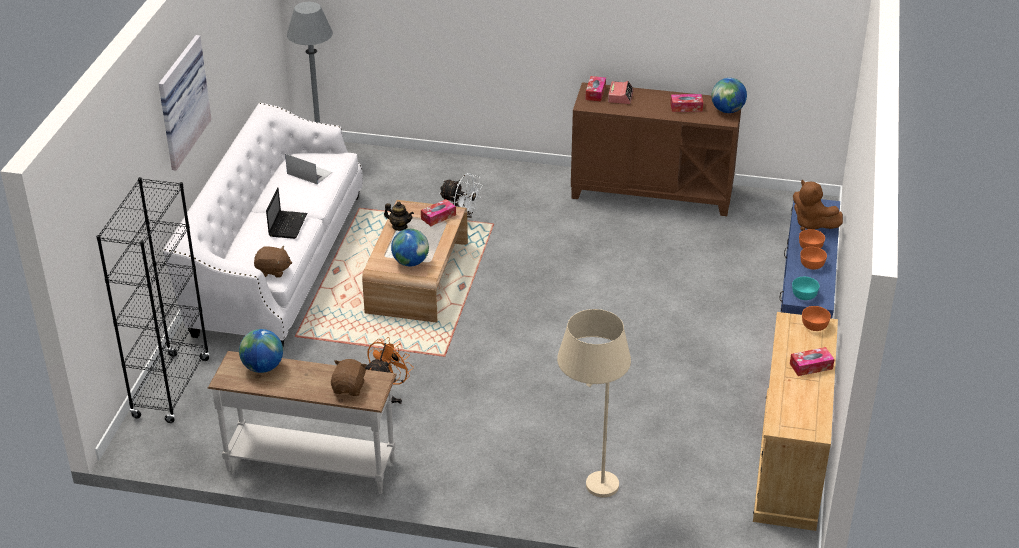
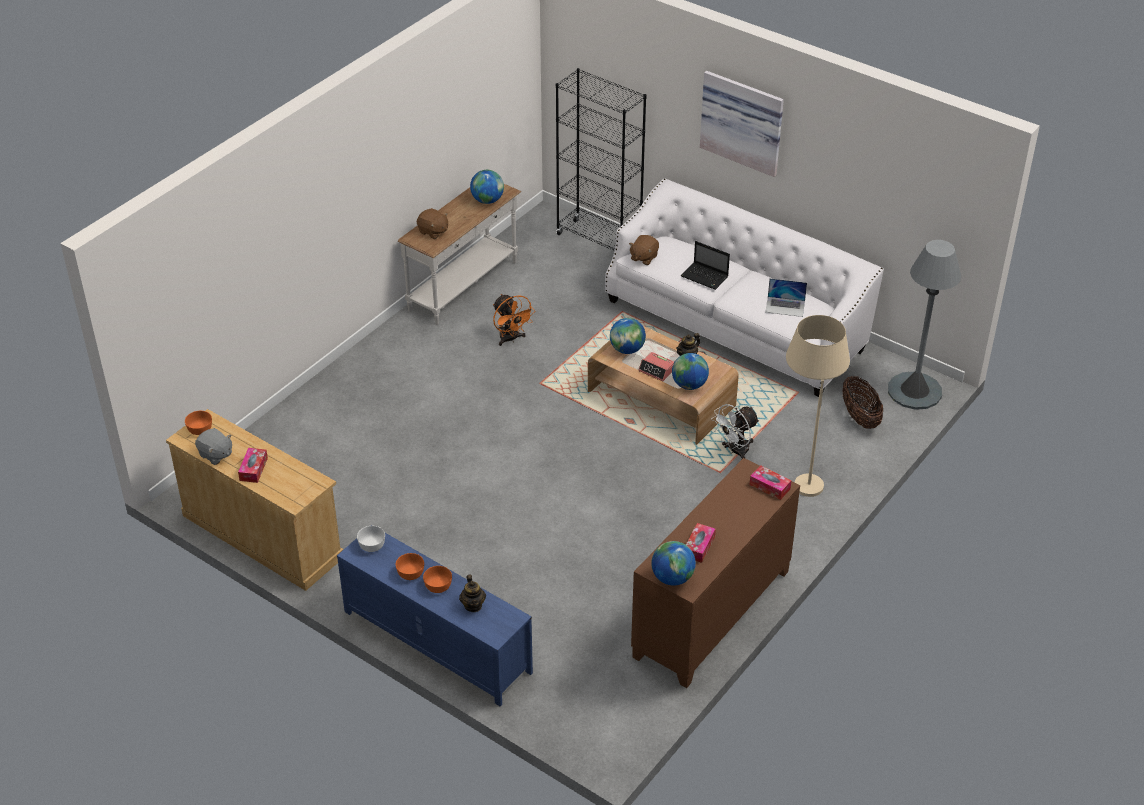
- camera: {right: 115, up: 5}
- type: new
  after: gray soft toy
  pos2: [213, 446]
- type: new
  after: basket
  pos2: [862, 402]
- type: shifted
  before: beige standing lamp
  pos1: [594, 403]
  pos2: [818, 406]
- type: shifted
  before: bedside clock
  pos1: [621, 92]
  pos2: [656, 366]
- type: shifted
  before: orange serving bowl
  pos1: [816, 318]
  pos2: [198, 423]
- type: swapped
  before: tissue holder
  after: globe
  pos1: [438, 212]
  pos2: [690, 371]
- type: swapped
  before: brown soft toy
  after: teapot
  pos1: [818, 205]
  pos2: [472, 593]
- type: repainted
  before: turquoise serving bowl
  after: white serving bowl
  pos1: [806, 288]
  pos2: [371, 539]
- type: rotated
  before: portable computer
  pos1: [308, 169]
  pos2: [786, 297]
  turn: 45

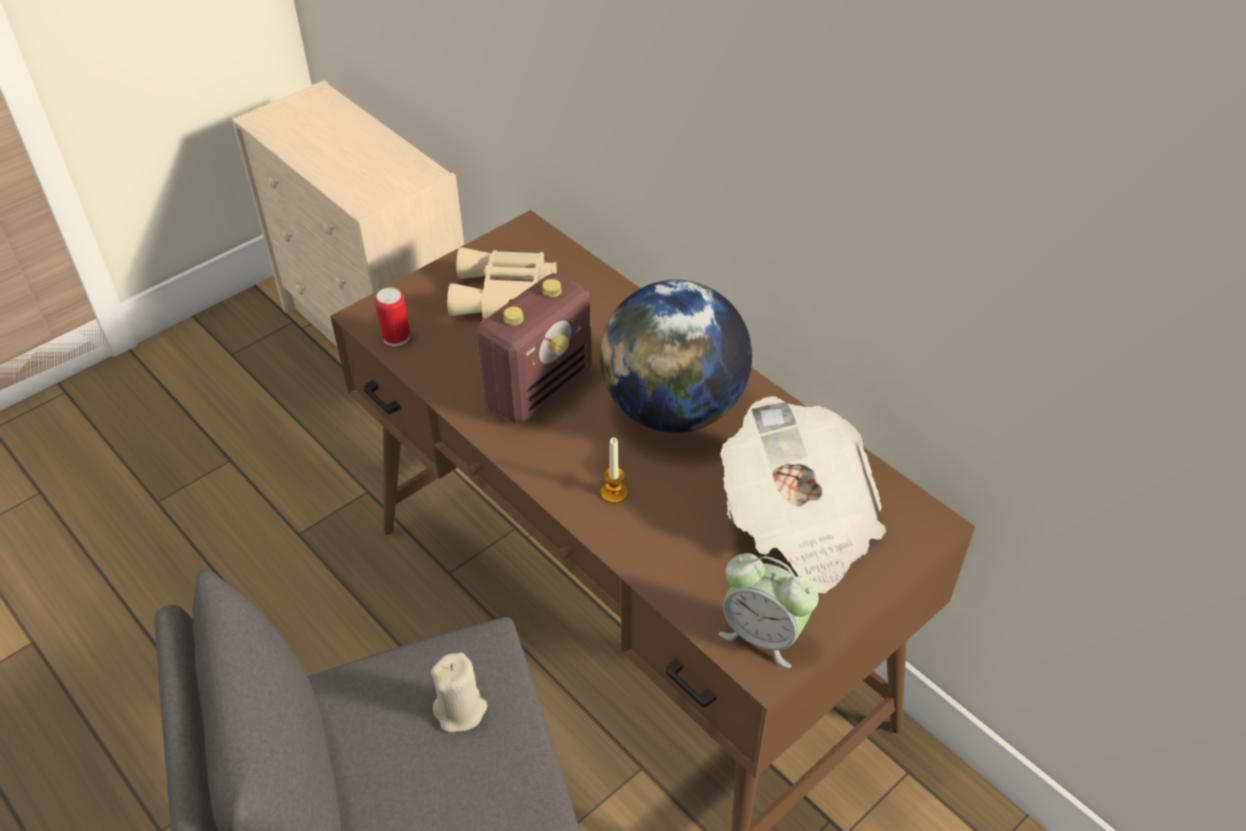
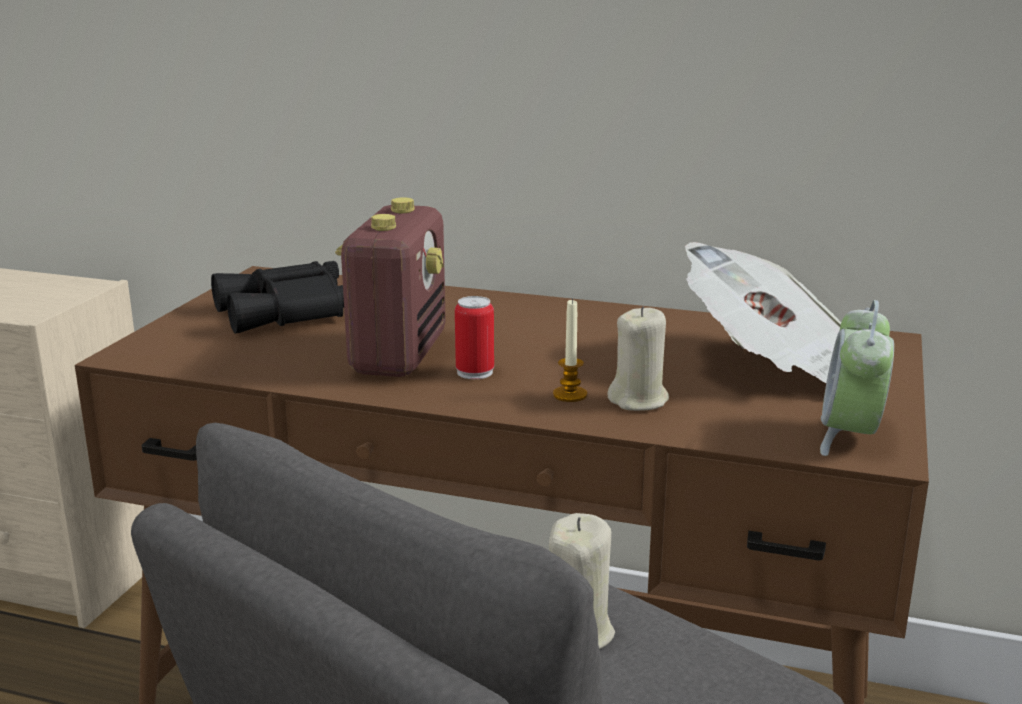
- camera: {right: -30, up: -25}
- type: gone
  before: globe
  pos1: [676, 356]
- type: new
  after: beige candle
  pos2: [638, 358]
- type: shifted
  before: can
  pos1: [392, 316]
  pos2: [474, 337]
- type: repainted
  before: beige pair of binoculars
  after: blackish pair of binoculars
  pos1: [502, 283]
  pos2: [277, 297]
- type: rotated
  before: bedside clock
  pos1: [769, 610]
  pos2: [857, 378]
  turn: 105

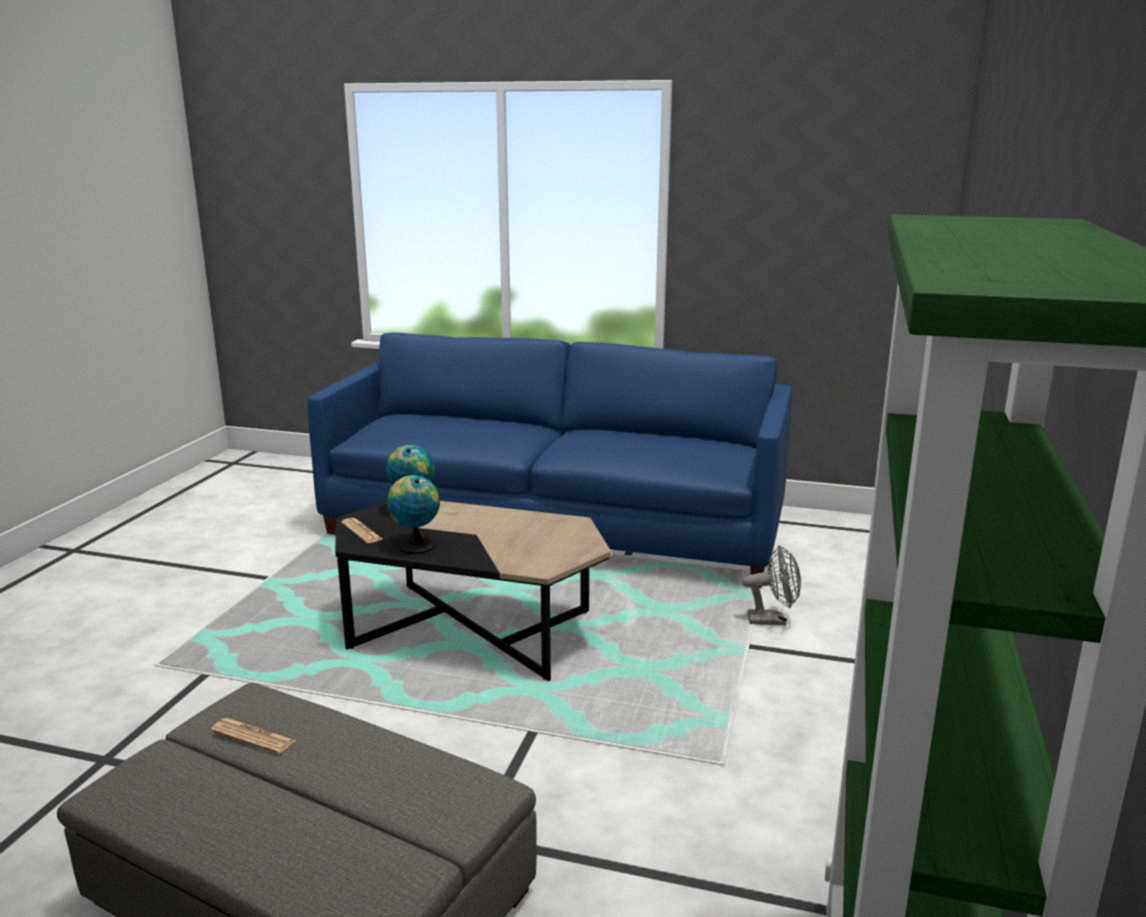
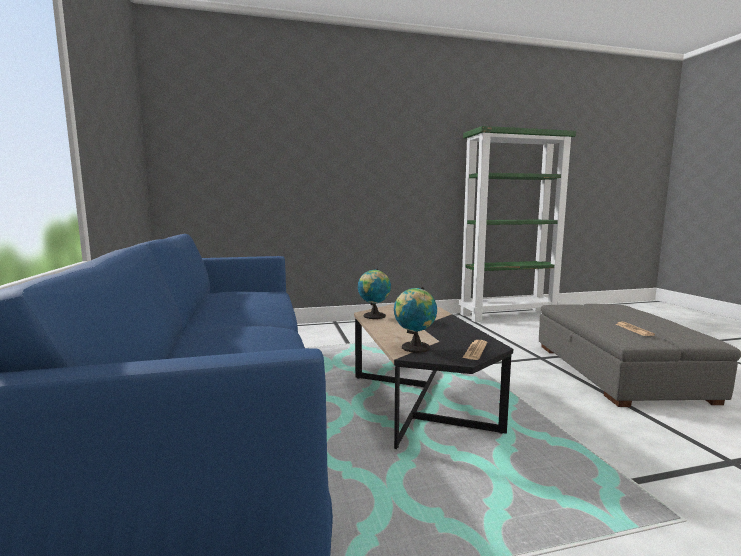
- camera: {right: -120, up: -10}
- type: gone
  before: gray cooling fan
  pos1: [771, 585]
- type: shifted
  before: globe
  pos1: [413, 514]
  pos2: [374, 294]

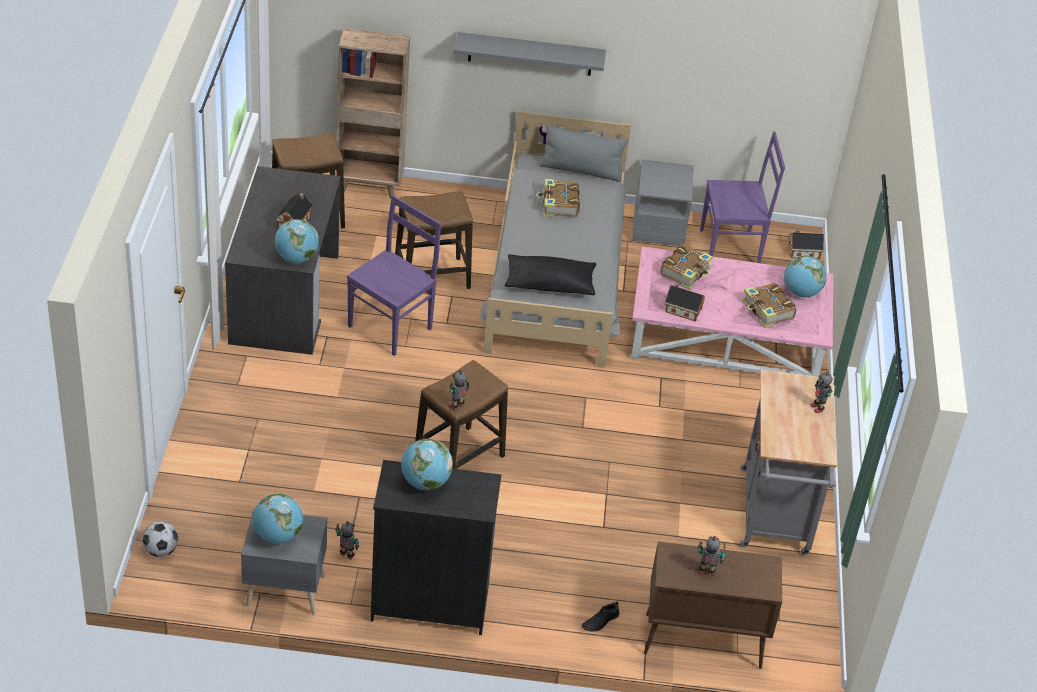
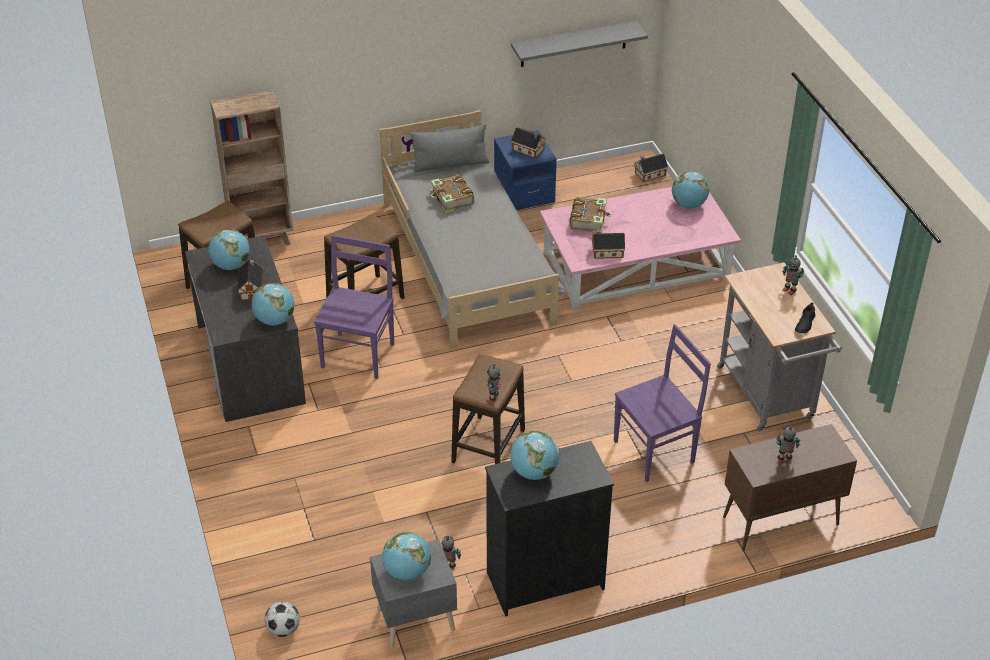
- camera: {right: -20, up: 0}
- type: gone
  before: blackish pillow
  pos1: [550, 274]
- type: gone
  before: volume
  pos1: [769, 305]
- type: new
  after: globe
  pos2: [229, 249]
- type: new
  after: model house
  pos2: [528, 142]
- type: shifted
  before: gray bracket shelf
  pos1: [530, 54]
  pos2: [579, 44]
- type: shifted
  before: blackish low shoe
  pos1: [601, 616]
  pos2: [805, 317]
- type: shifted
  before: purple plain chair
  pos1: [742, 197]
  pos2: [662, 403]
- type: repainted
  before: gray nightstand
  after: bluish nightstand
  pos1: [663, 202]
  pos2: [525, 170]

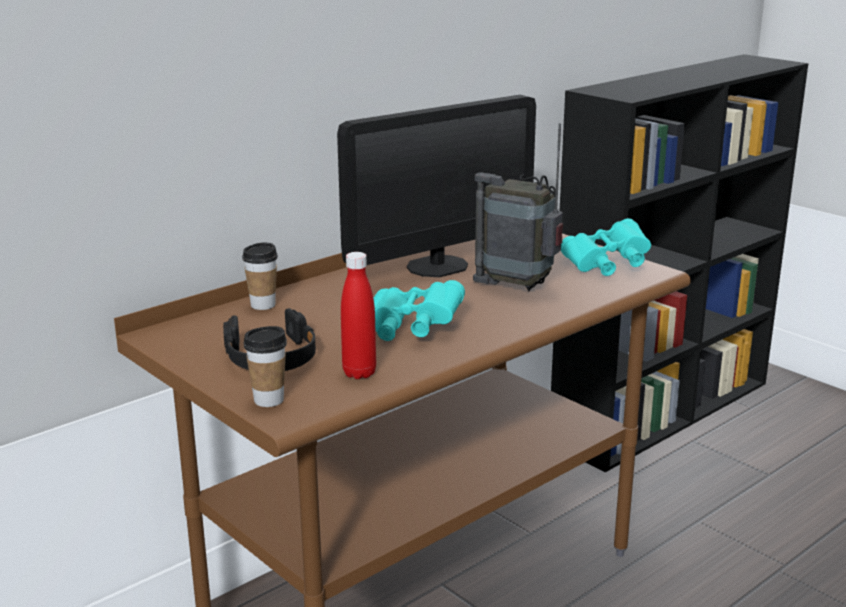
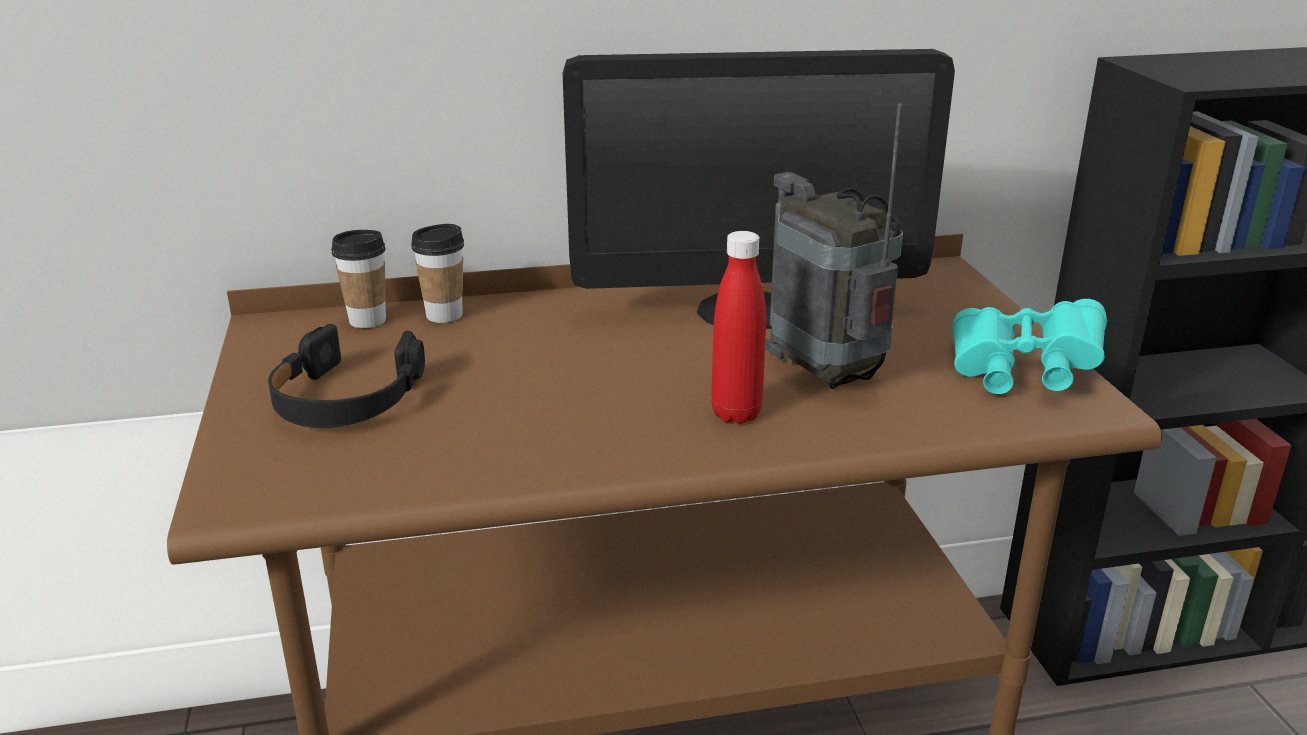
- camera: {right: 30, up: 5}
- type: gone
  before: turquoise pair of binoculars
  pos1: [419, 310]
- type: shifted
  before: small cup
  pos1: [265, 366]
  pos2: [358, 279]
- type: shifted
  before: reddish bottle
  pos1: [358, 315]
  pos2: [738, 327]

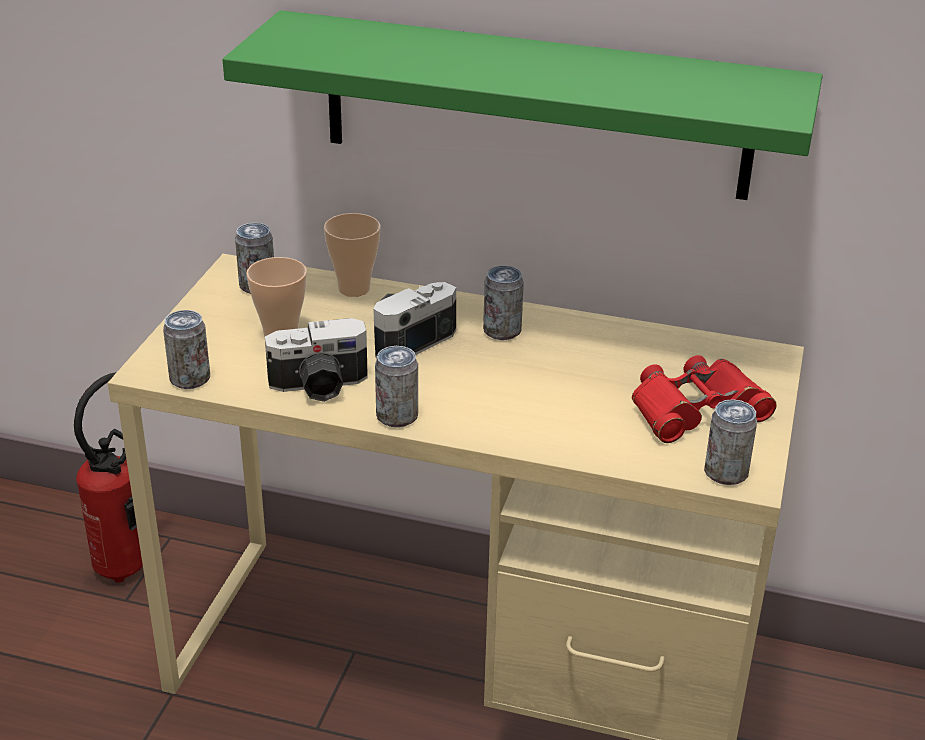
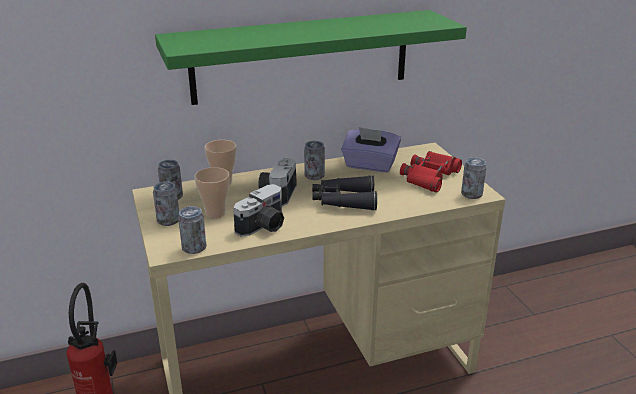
- camera: {right: -35, up: -5}
- type: new
  after: blackish pair of binoculars
  pos2: [344, 193]
- type: new
  after: purple tissue holder
  pos2: [371, 149]
- type: shifted
  before: can
  pos1: [396, 386]
  pos2: [166, 203]

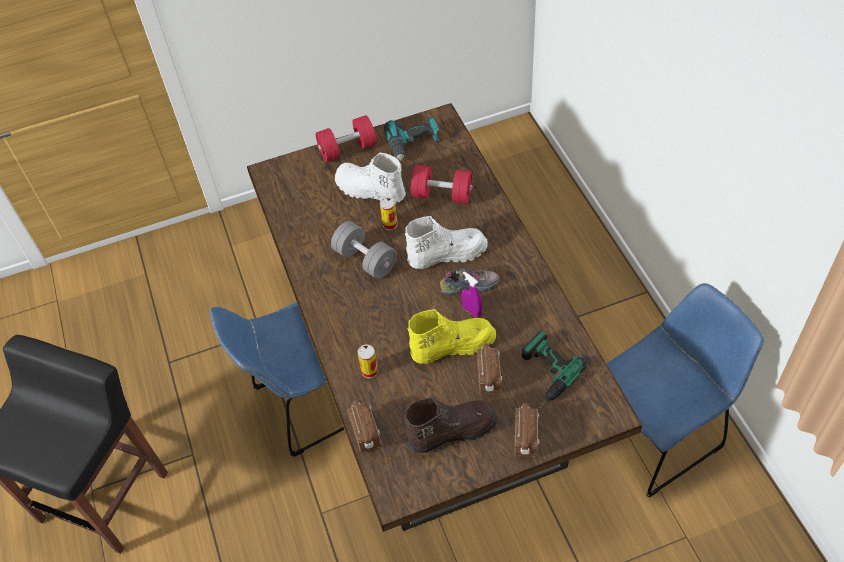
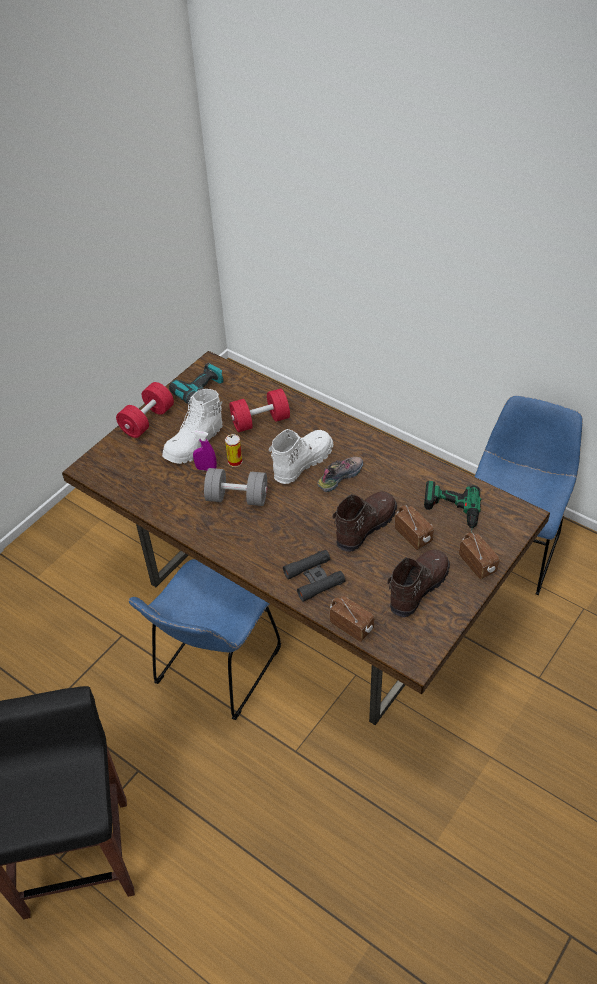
- camera: {right: -35, up: -5}
- type: shifted
  before: purple sprayer
  pos1: [472, 294]
  pos2: [204, 451]
- type: swapped
  before: can
  after: blackish pair of binoculars
  pos1: [367, 361]
  pos2: [314, 575]
- type: repainted
  before: yellow-coloured high-top boot
  after: brown high-top boot
  pos1: [451, 336]
  pos2: [364, 521]
- type: rotated
  before: white high-top boot
  pos1: [370, 178]
  pos2: [192, 426]
  turn: -45

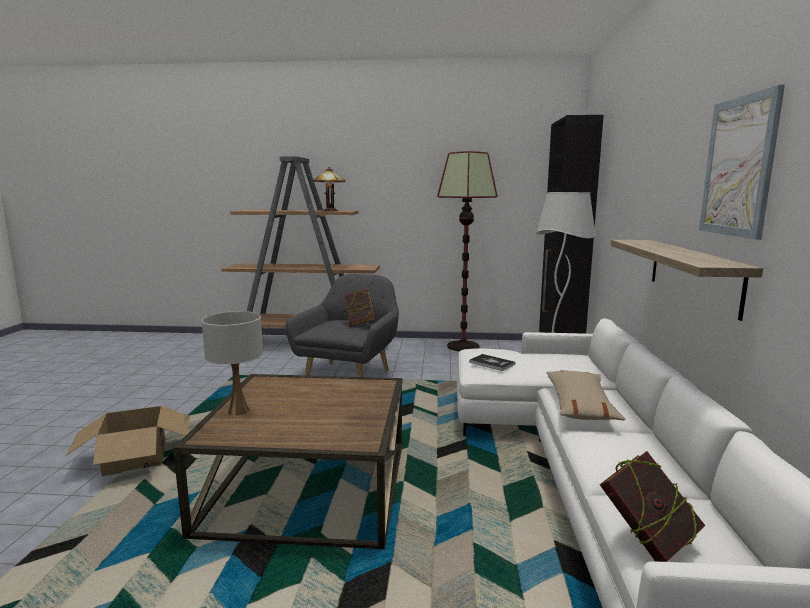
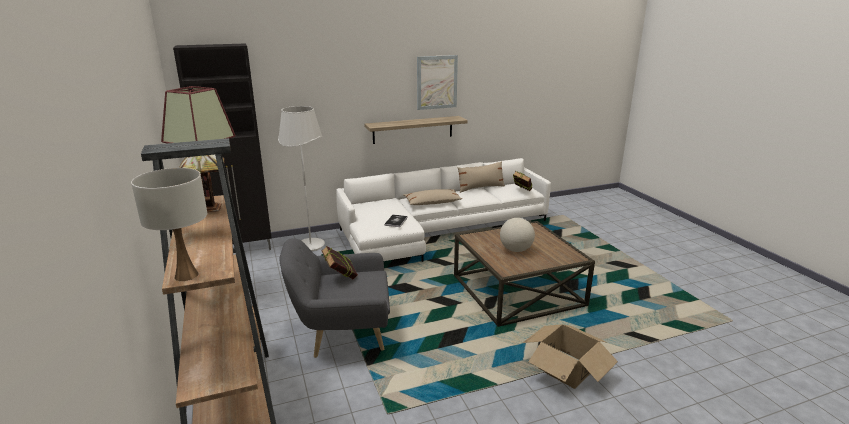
- camera: {right: -115, up: 10}
- type: new
  after: beige pillow
  pos2: [481, 177]
- type: new
  after: globe
  pos2: [517, 235]
- type: shifted
  before: white lamp for a table
  pos1: [232, 363]
  pos2: [169, 224]

